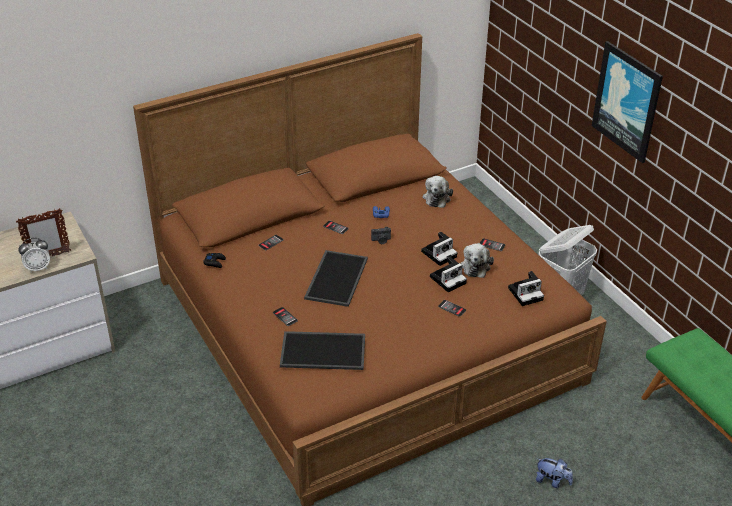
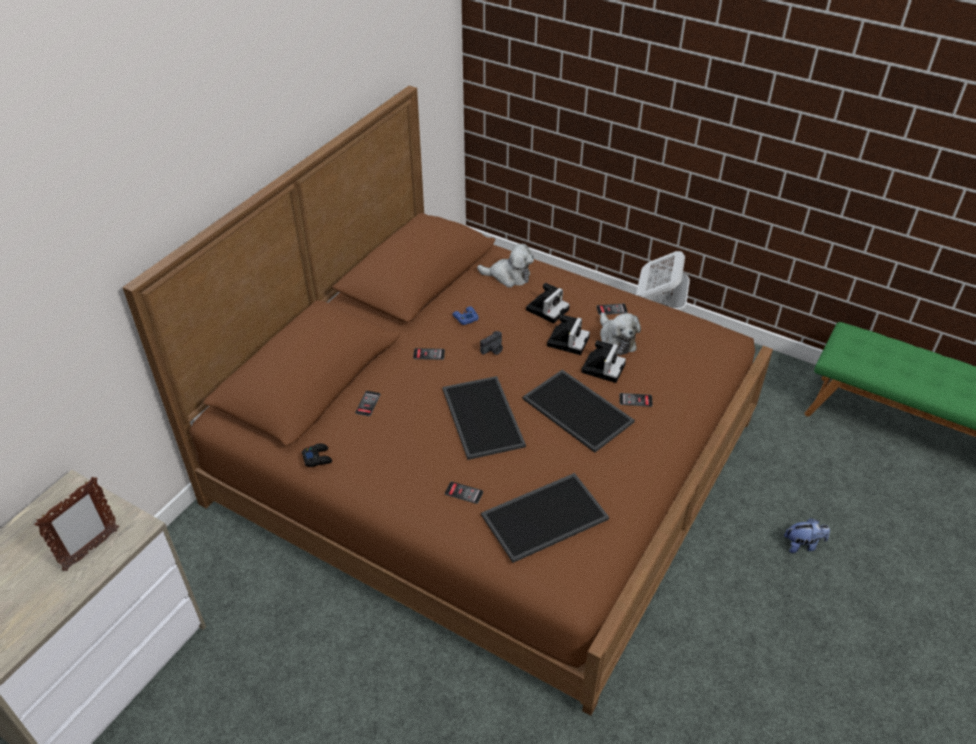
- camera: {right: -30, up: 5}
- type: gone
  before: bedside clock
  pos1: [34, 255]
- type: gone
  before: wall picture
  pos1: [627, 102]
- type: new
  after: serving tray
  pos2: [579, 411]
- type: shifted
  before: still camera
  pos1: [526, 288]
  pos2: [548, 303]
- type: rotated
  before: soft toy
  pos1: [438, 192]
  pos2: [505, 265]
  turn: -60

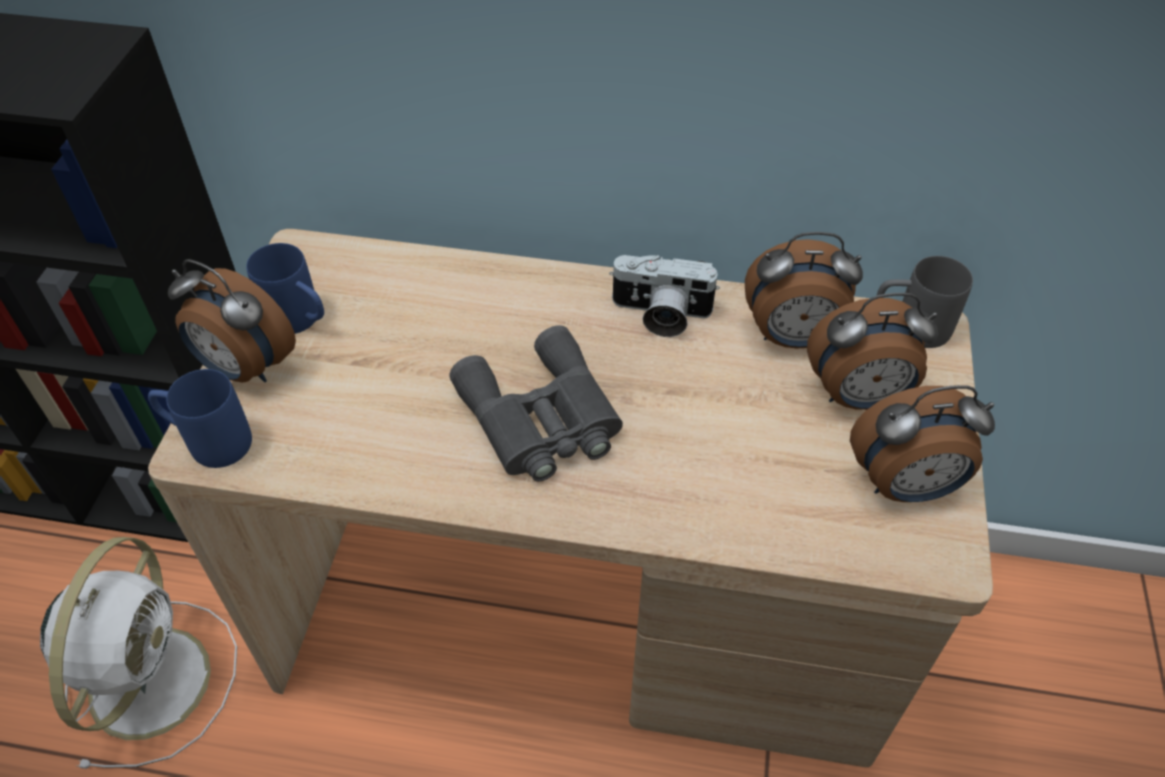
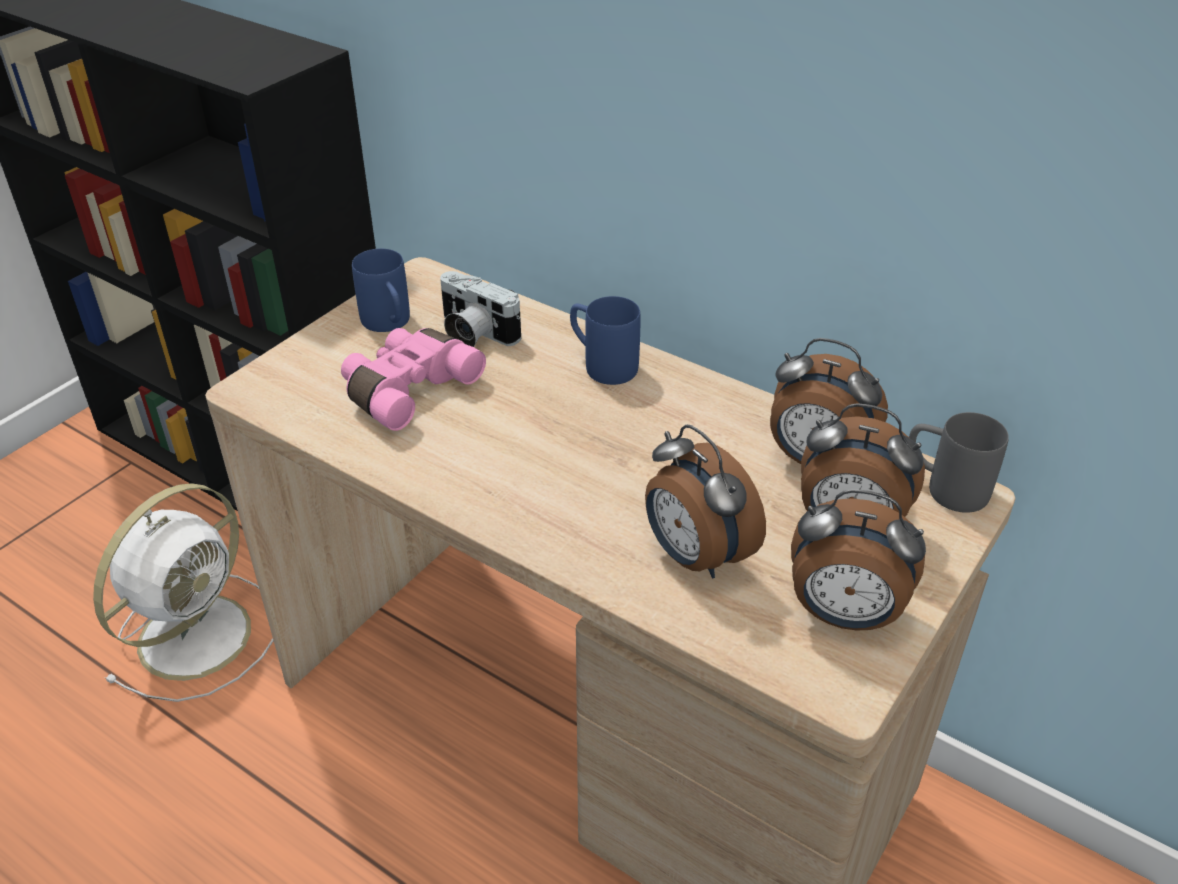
- camera: {right: 25, up: -10}
- type: gone
  before: gray pair of binoculars
  pos1: [536, 403]
- type: new
  after: pink pair of binoculars
  pos2: [413, 379]
- type: shifted
  before: bluish tea mug
  pos1: [200, 418]
  pos2: [605, 340]
- type: shifted
  before: bedside clock
  pos1: [232, 320]
  pos2: [705, 501]
- type: shifted
  before: still camera
  pos1: [664, 296]
  pos2: [480, 309]

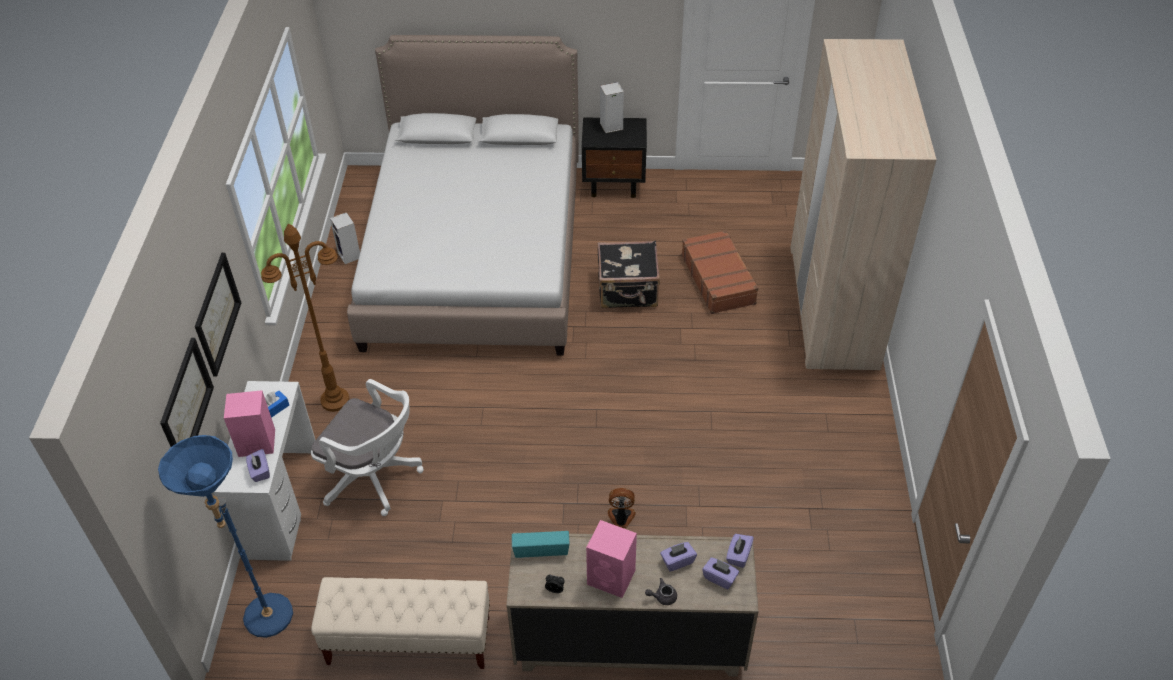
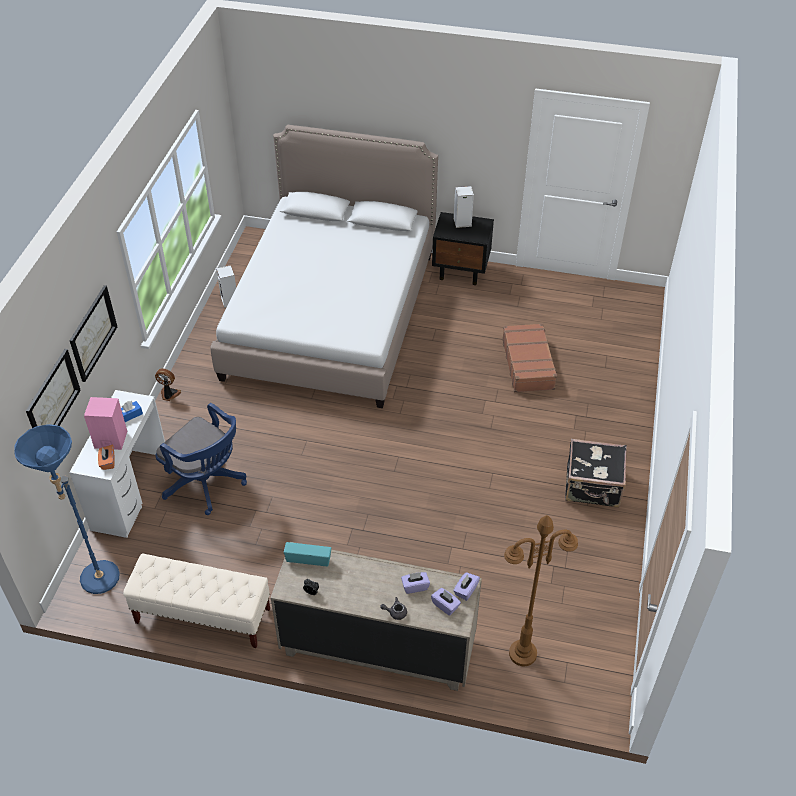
- camera: {right: 10, up: 0}
- type: gone
  before: pink loudspeaker
  pos1: [611, 559]
- type: gone
  before: beige armoire
  pos1: [863, 205]
- type: shifted
  before: brown standing lamp
  pos1: [305, 317]
  pos2: [541, 590]
- type: shifted
  before: blackish suitcase
  pos1: [629, 274]
  pos2: [596, 473]
- type: shifted
  before: cooling fan
  pos1: [622, 508]
  pos2: [168, 385]
- type: repainted
  before: purple tissue holder
  after: orange tissue holder
  pos1: [258, 465]
  pos2: [106, 457]
- type: repainted
  before: white office chair
  after: bluish office chair
  pos1: [367, 447]
  pos2: [201, 459]

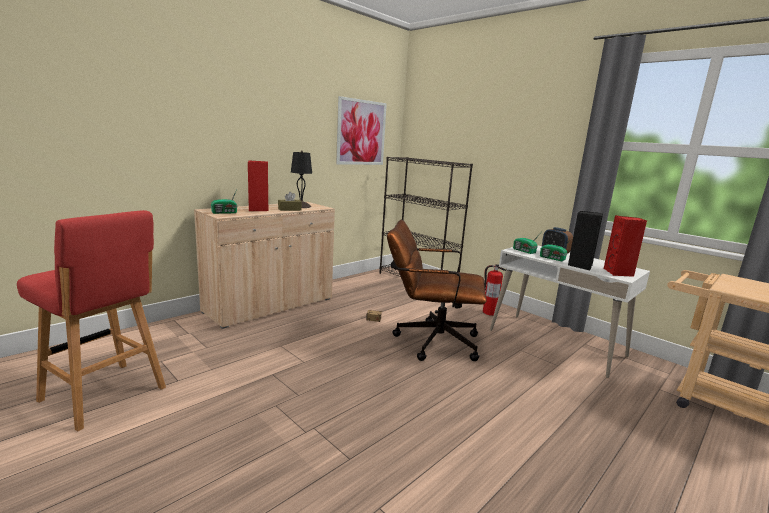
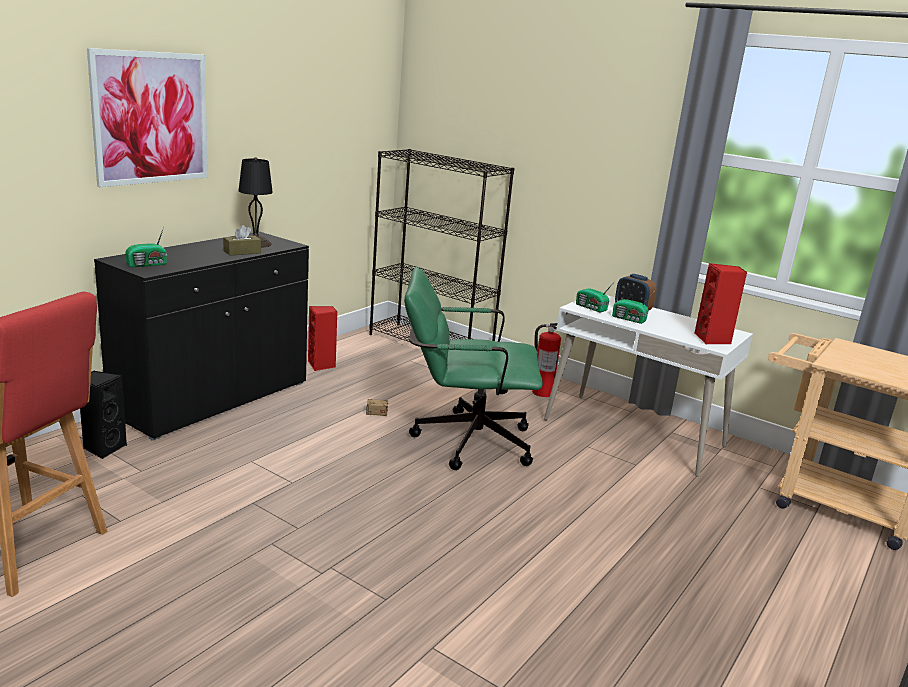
- camera: {right: -10, up: 5}
- type: shifted
  before: reddish loudspeaker
  pos1: [258, 185]
  pos2: [322, 338]
- type: shifted
  before: wall picture
  pos1: [361, 130]
  pos2: [147, 117]
- type: shifted
  before: blackish loudspeaker
  pos1: [585, 240]
  pos2: [103, 415]
- type: repainted
  before: beige cupboard
  after: blackish cupboard
  pos1: [264, 265]
  pos2: [201, 336]
- type: repainted
  before: brown office chair
  after: green office chair
  pos1: [437, 290]
  pos2: [473, 368]

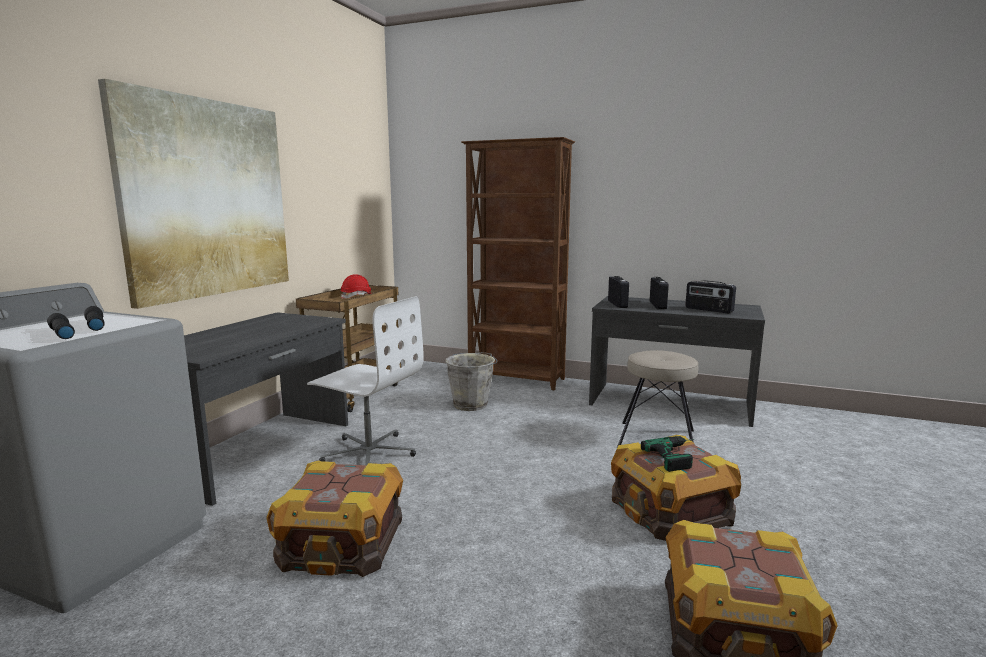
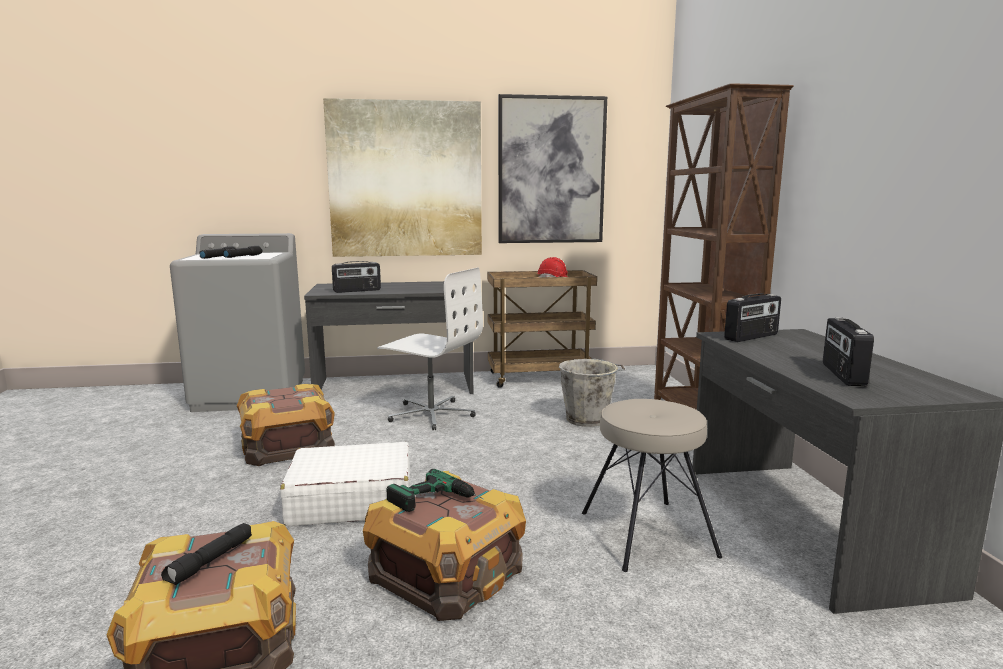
- camera: {right: 60, up: 0}
- type: new
  after: blackish torch
  pos2: [206, 554]
- type: new
  after: white suitcase
  pos2: [345, 484]
- type: new
  after: wall picture
  pos2: [552, 168]
- type: shifted
  before: radio
  pos1: [659, 293]
  pos2: [356, 277]
- type: rotated
  before: white office chair
  pos1: [365, 380]
  pos2: [430, 348]
  turn: -60

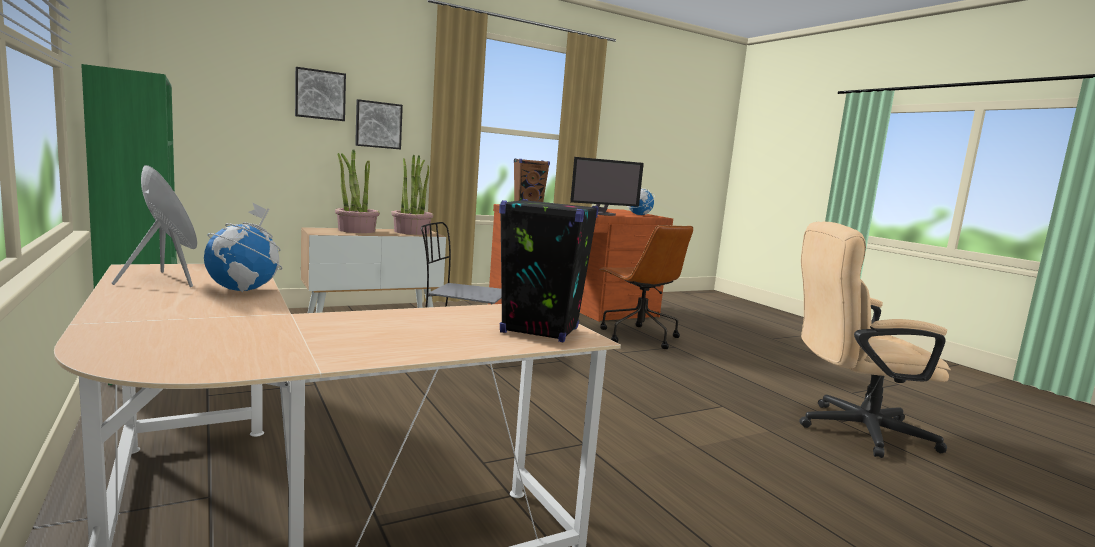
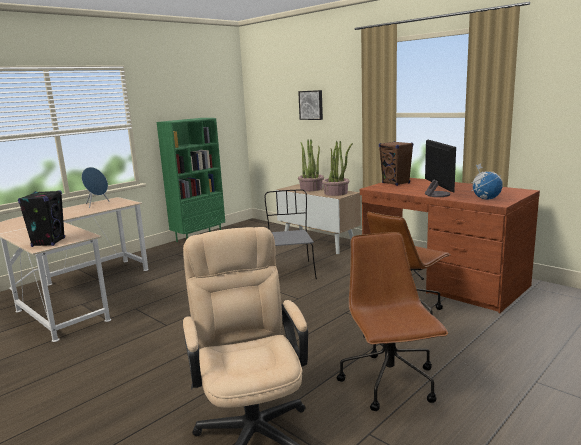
- camera: {right: 75, up: 5}
- type: gone
  before: globe
  pos1: [243, 247]
- type: gone
  before: wall picture
  pos1: [379, 124]
- type: new
  after: brown office chair
  pos2: [392, 321]
- type: rotated
  before: monitor
  pos1: [607, 186]
  pos2: [440, 168]
  turn: -150

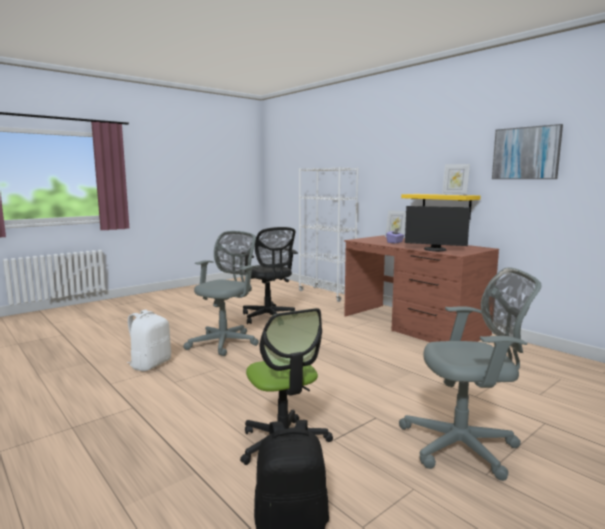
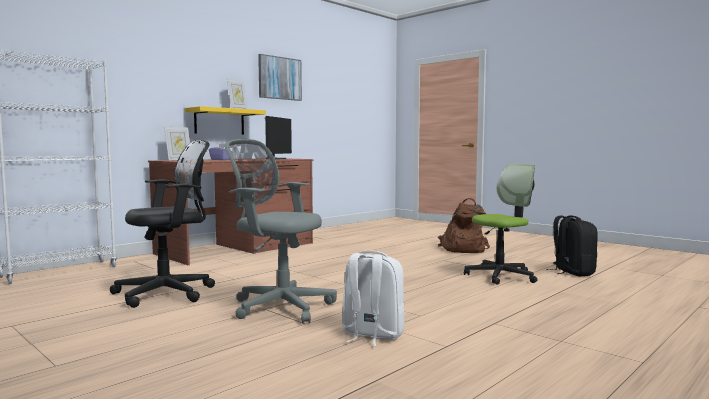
- camera: {right: -95, up: -5}
- type: swapped
  before: gray office chair
  after: brown backpack
  pos1: [470, 374]
  pos2: [464, 225]

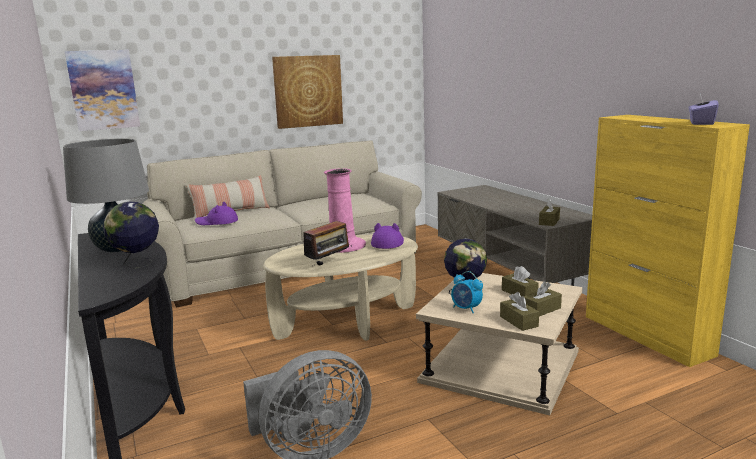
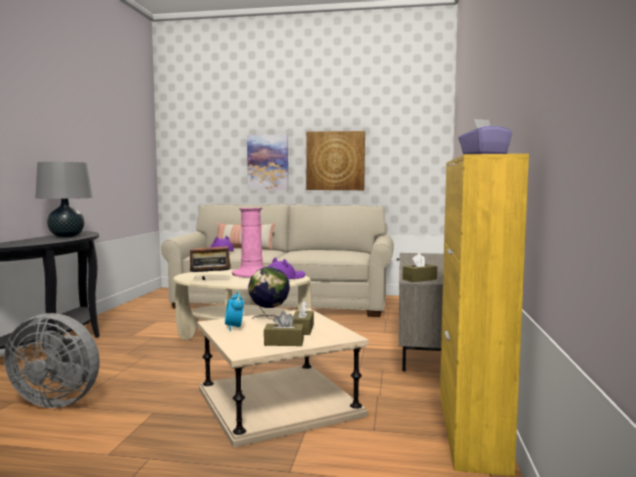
- camera: {right: 35, up: -10}
- type: gone
  before: globe
  pos1: [131, 235]
- type: gone
  before: brown tissue holder
  pos1: [519, 311]
- type: shifted
  before: wall picture
  pos1: [102, 90]
  pos2: [267, 162]

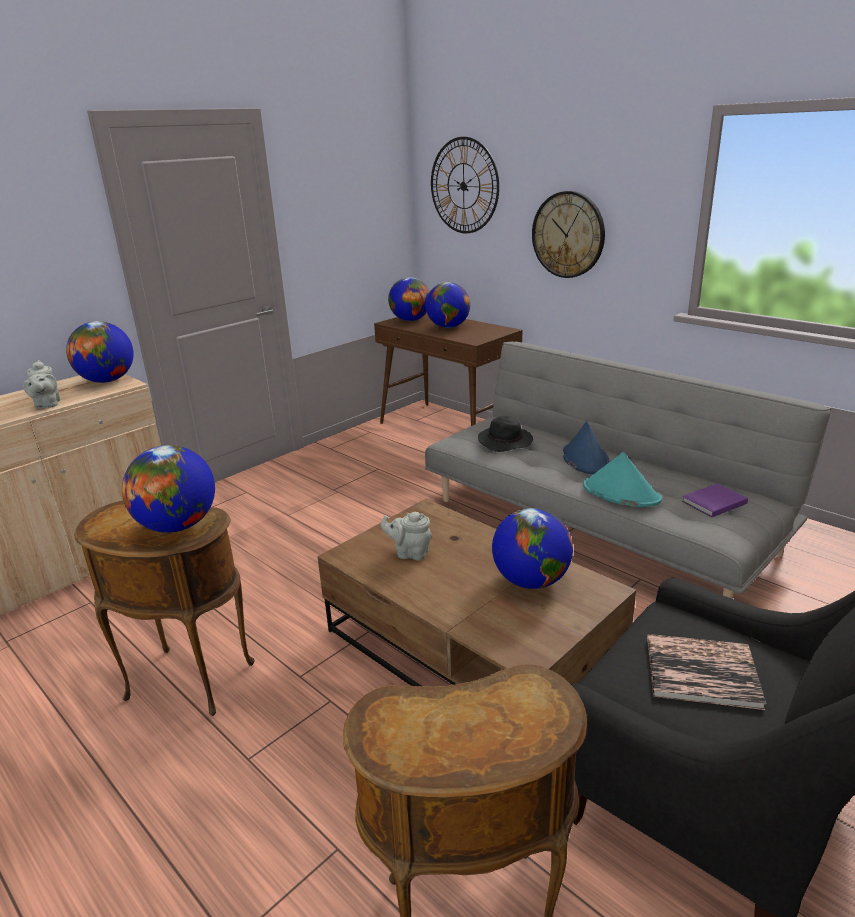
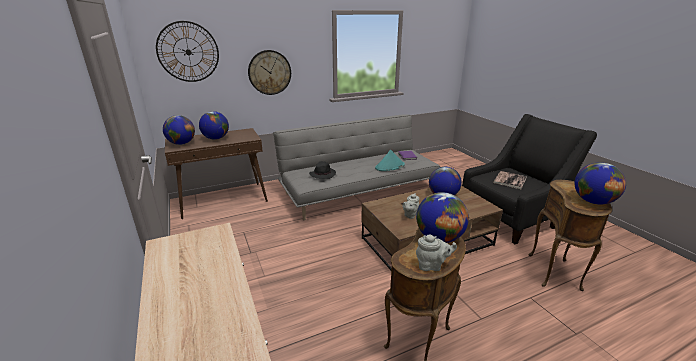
- camera: {right: -70, up: 0}
- type: gone
  before: bluish clothing hat
  pos1: [586, 447]
- type: shifted
  before: gray teapot
  pos1: [41, 384]
  pos2: [436, 253]
- type: shifted
  before: globe
  pos1: [100, 352]
  pos2: [600, 183]

